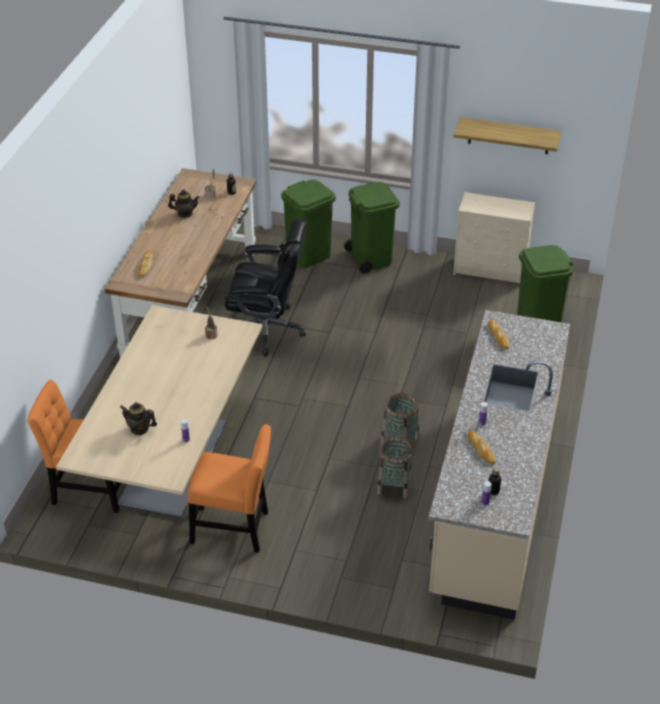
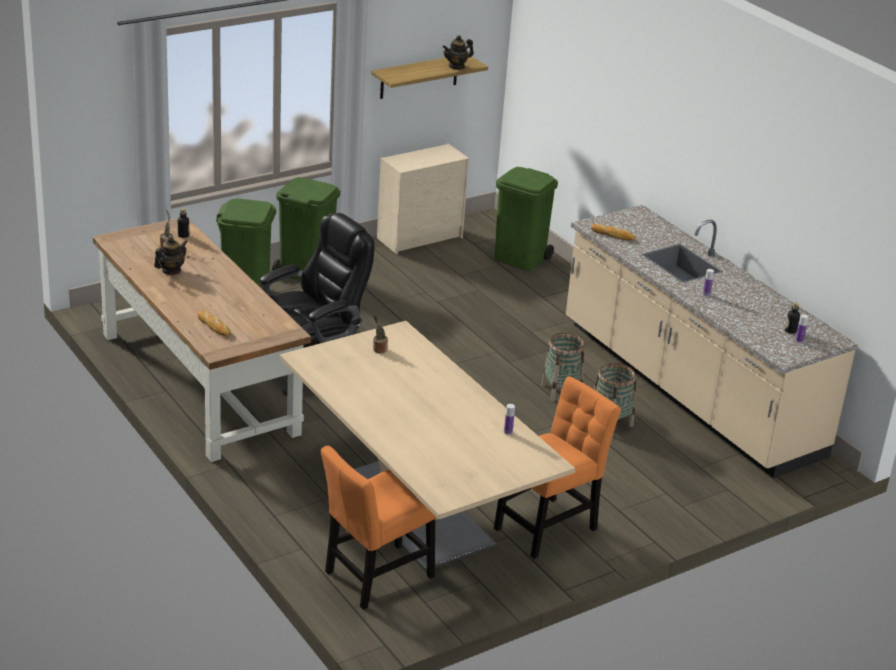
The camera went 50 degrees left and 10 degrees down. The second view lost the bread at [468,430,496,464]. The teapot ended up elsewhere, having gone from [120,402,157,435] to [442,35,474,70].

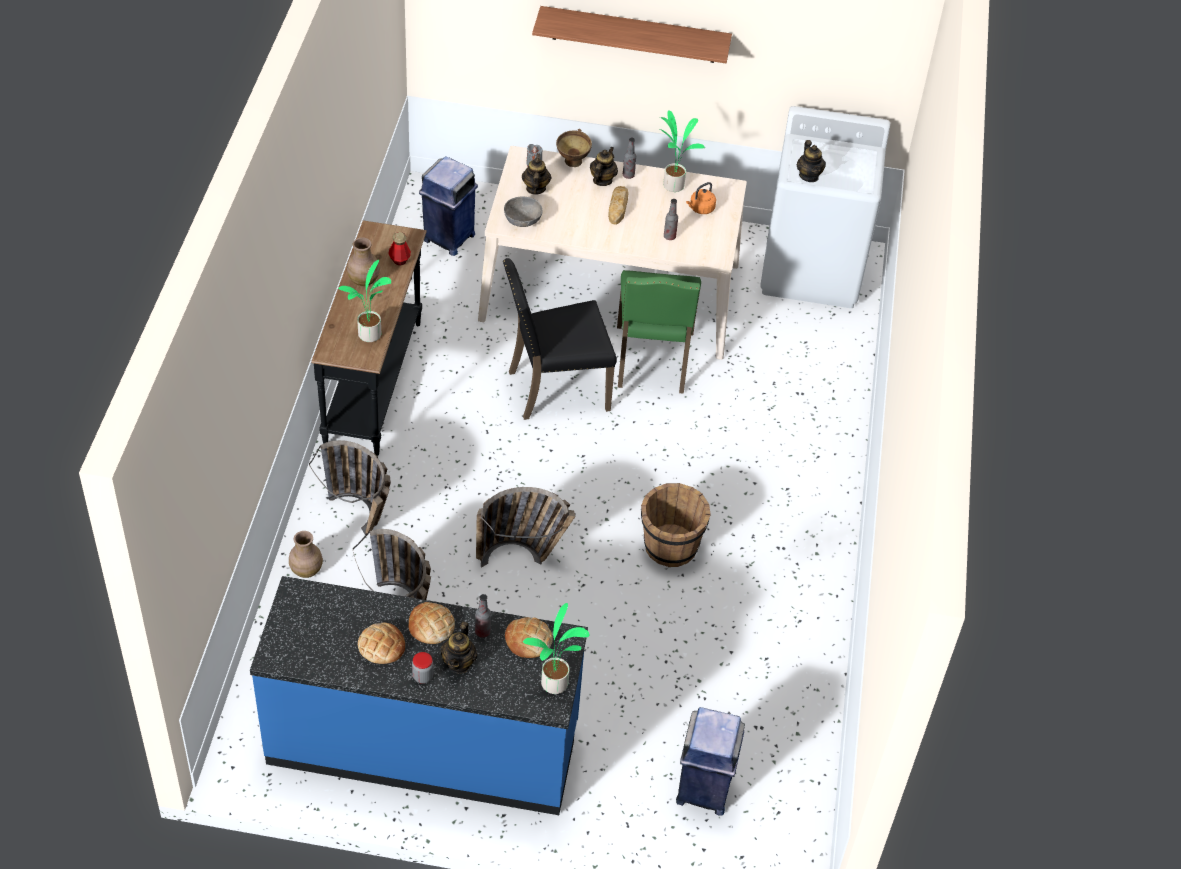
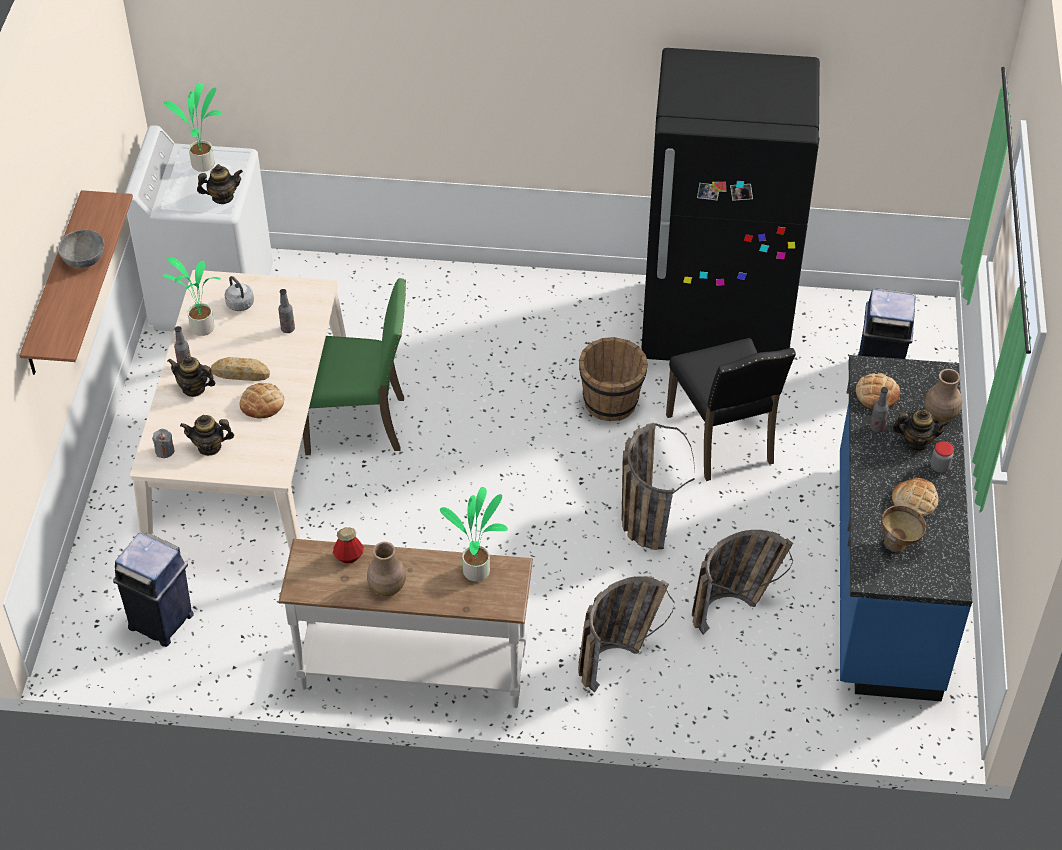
The camera went 90 degrees left and 0 degrees up. The second view gained the black fridge at [641,48,820,361]. The brown vase ended up elsewhere, having gone from [289,531,323,578] to [925,369,962,422]. The bread ended up elsewhere, having gone from [408,602,455,644] to [240,383,284,418]. The black chair ended up elsewhere, having gone from [503,258,617,420] to [666,338,796,481]. The grey bowl ended up elsewhere, having gone from [504,197,543,227] to [58,229,104,268]. The potted plant ended up elsewhere, having gone from [523,603,589,694] to [164,83,222,172]. The brown bowl ended up elsewhere, having gone from [556,129,592,167] to [881,505,929,552]. What was the black console table at [312,220,427,456] turned into the white console table at [278,539,533,708]. What was the orange kettle at [686,182,716,214] turned into the grey kettle at [225,276,254,311].

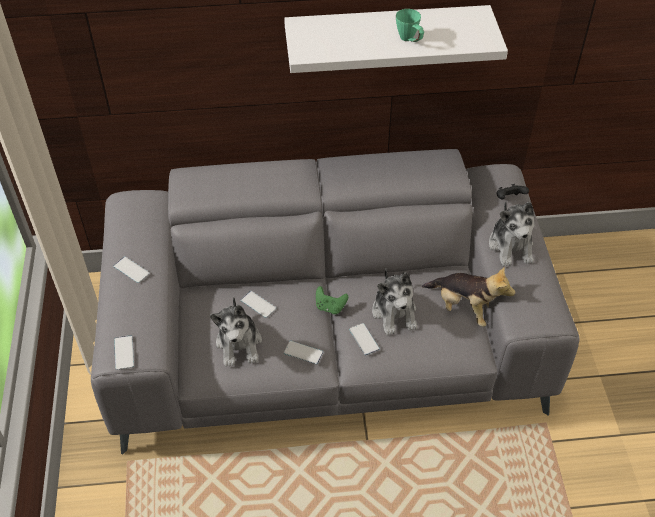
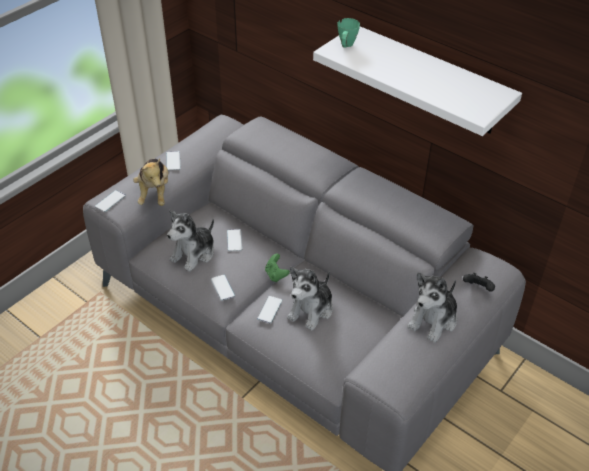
The camera went 45 degrees right and 5 degrees down. The green mug ended up elsewhere, having gone from [396,9,424,42] to [337,18,360,48]. The plush toy ended up elsewhere, having gone from [422,267,515,327] to [133,159,168,206].

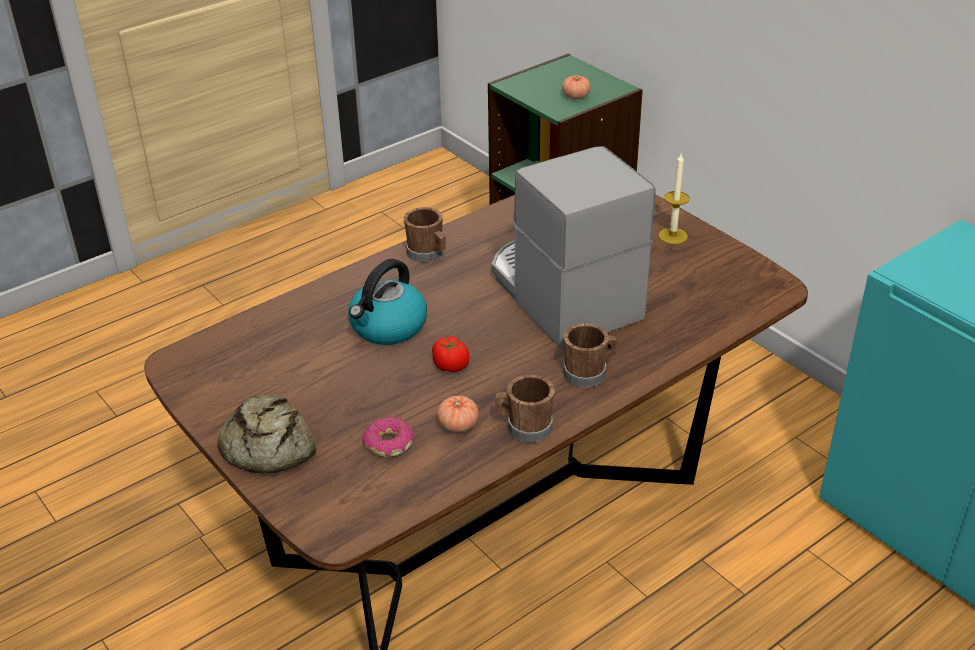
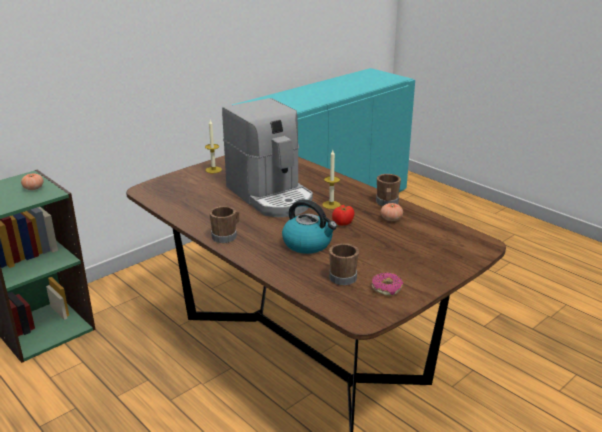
The camera went 95 degrees left and 10 degrees down. The second view lost the bread at [217,395,316,474]. The second view gained the candle at [322,150,341,209]. The donut ended up elsewhere, having gone from [362,417,414,457] to [372,272,403,296]. The brown mug ended up elsewhere, having gone from [563,323,618,388] to [329,243,359,285]. The coffee machine at [492,146,656,349] ended up facing another way, 90 degrees counterclockwise from before.

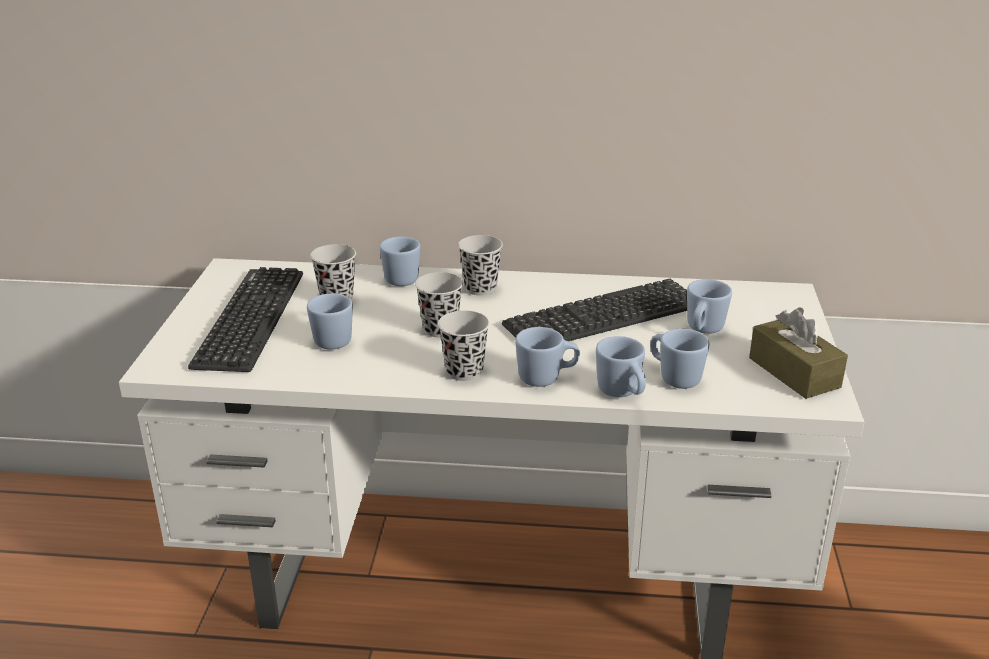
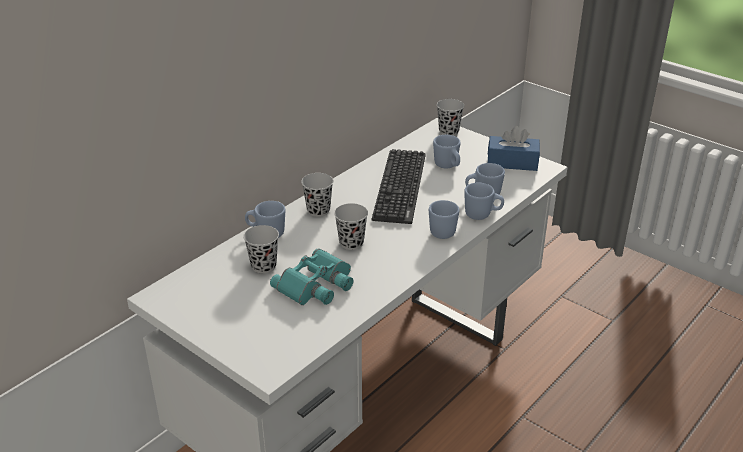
The camera went 55 degrees left and 5 degrees up. The second view lost the keyboard at [188,267,303,372]. The black cup ended up elsewhere, having gone from [438,310,490,381] to [437,99,464,136]. Where the blue mug stood at [307,293,353,350], the turquoise binoculars came to stand at [270,248,353,305]. What was the brown tissue box at [749,307,848,399] turned into the blue tissue box at [487,126,540,171].

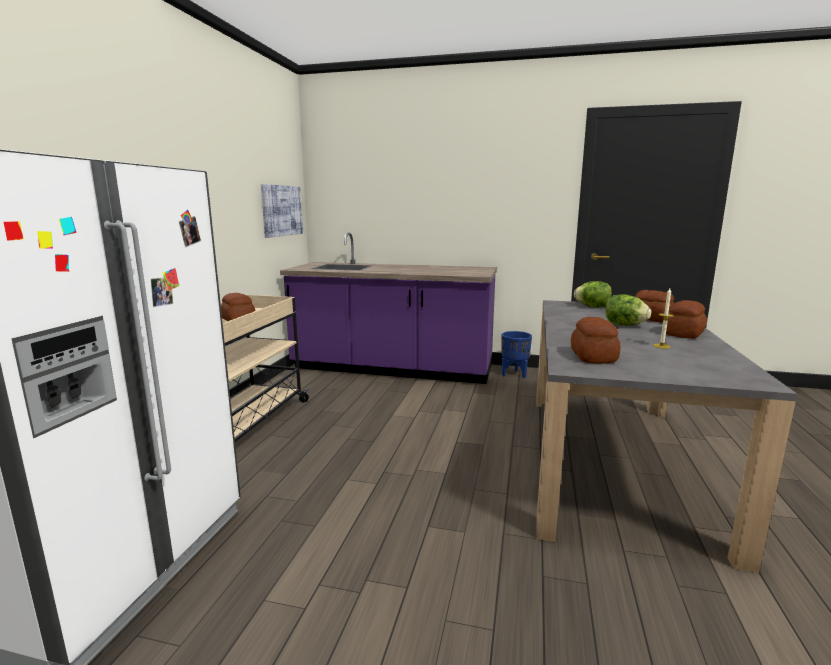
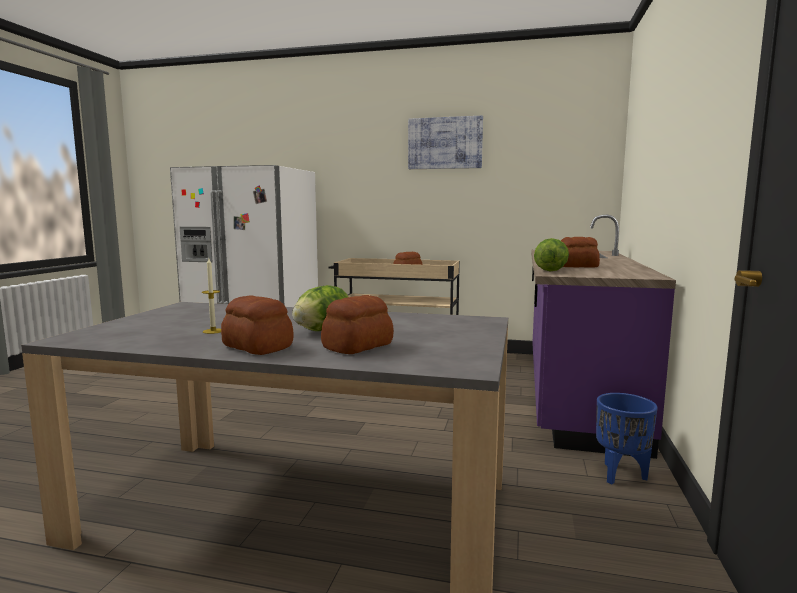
The camera went 90 degrees right and 5 degrees down. The picture ended up elsewhere, having gone from [261,184,303,238] to [408,116,483,169]. The bread ended up elsewhere, having gone from [571,317,621,364] to [561,237,600,268]. The lettuce ended up elsewhere, having gone from [574,281,612,308] to [534,238,569,272].

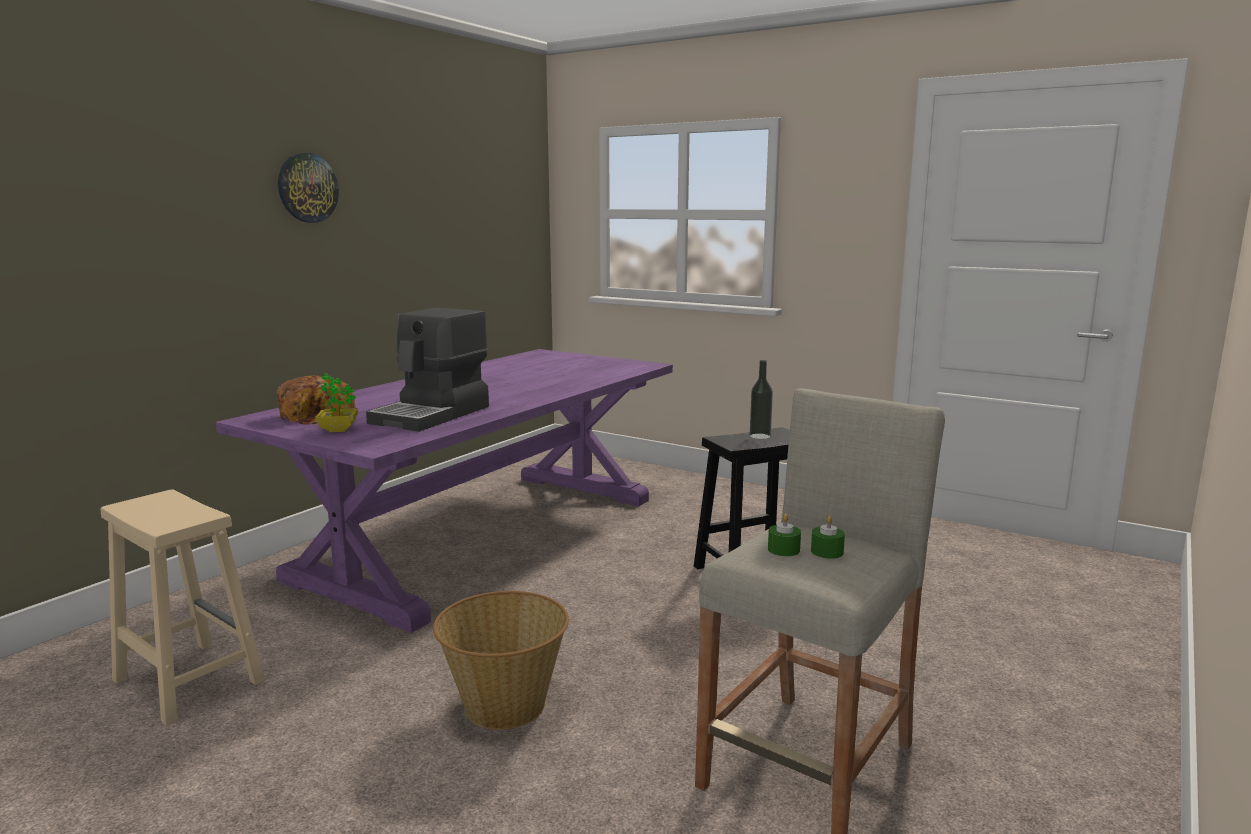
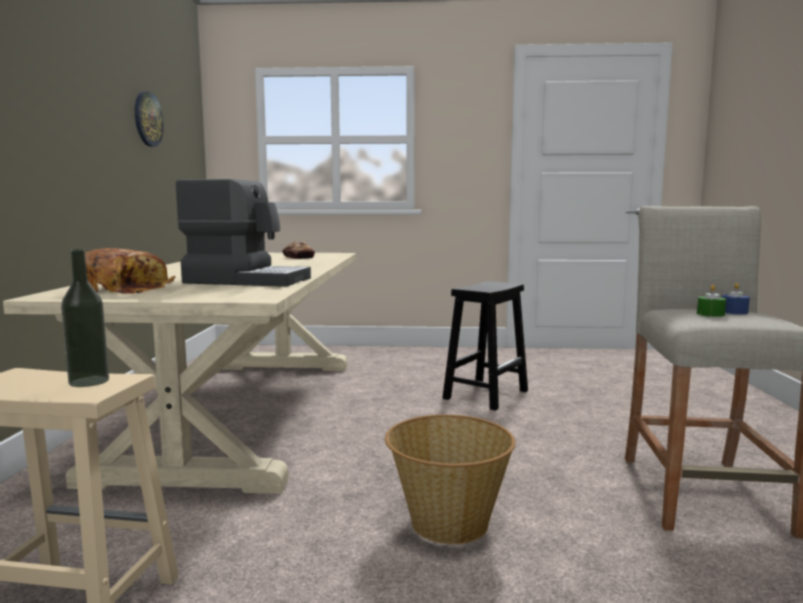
The camera went 30 degrees left and 5 degrees down. The second view lost the potted plant at [315,373,358,432]. The second view gained the bread at [282,241,315,259]. The wall clock ended up elsewhere, having gone from [278,153,339,223] to [135,91,164,147]. The bottle ended up elsewhere, having gone from [750,360,773,439] to [61,249,109,387]. What was the purple dining table at [216,349,673,633] turned into the beige dining table at [3,253,356,494]. What was the green candle at [811,516,845,559] turned into the blue candle at [722,283,750,314]. The coffee machine at [366,308,489,432] ended up facing another way, 75 degrees counterclockwise from before.

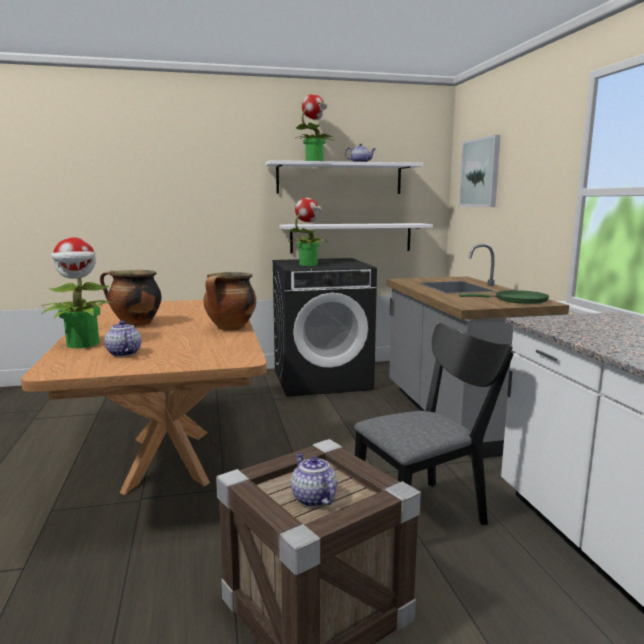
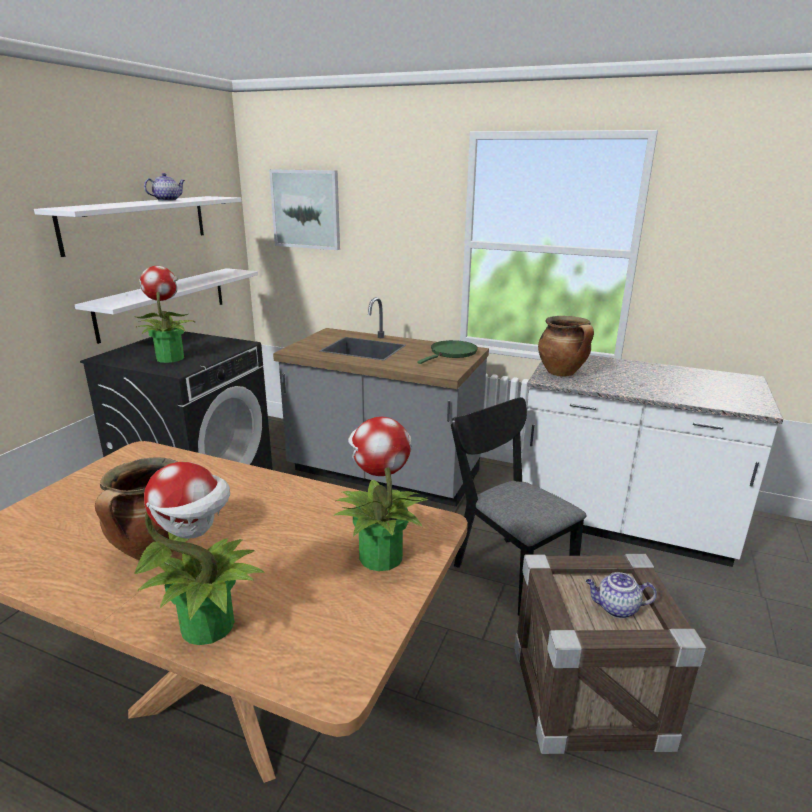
The camera went 55 degrees left and 10 degrees up. The second view lost the teapot at [105,321,142,357]. The cooking pot ended up elsewhere, having gone from [203,272,256,331] to [538,316,594,377]. The potted plant ended up elsewhere, having gone from [296,94,334,161] to [334,417,428,571]. The black chair at [354,323,513,525] ended up facing another way, 45 degrees counterclockwise from before.

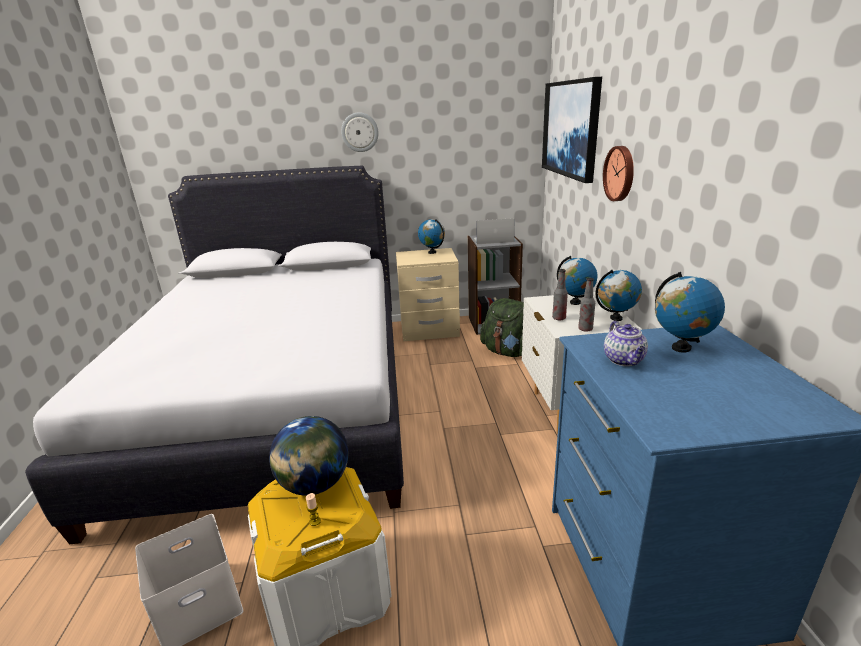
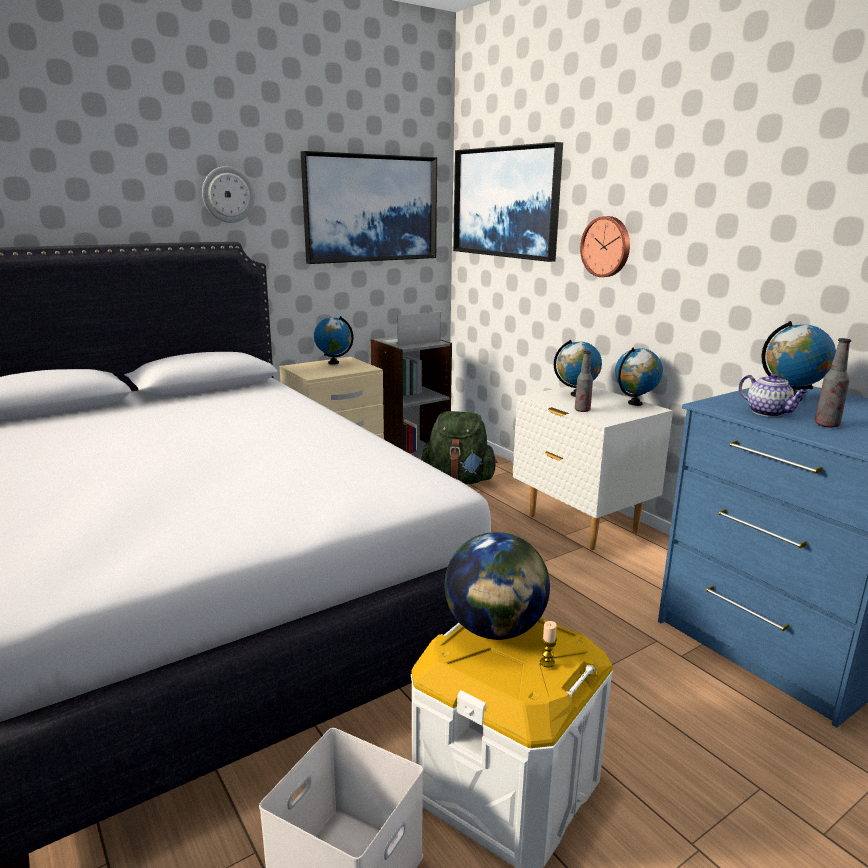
The camera went 30 degrees left and 5 degrees down. The second view gained the picture at [301,151,437,264]. The bottle ended up elsewhere, having gone from [578,278,595,332] to [815,338,851,428].

